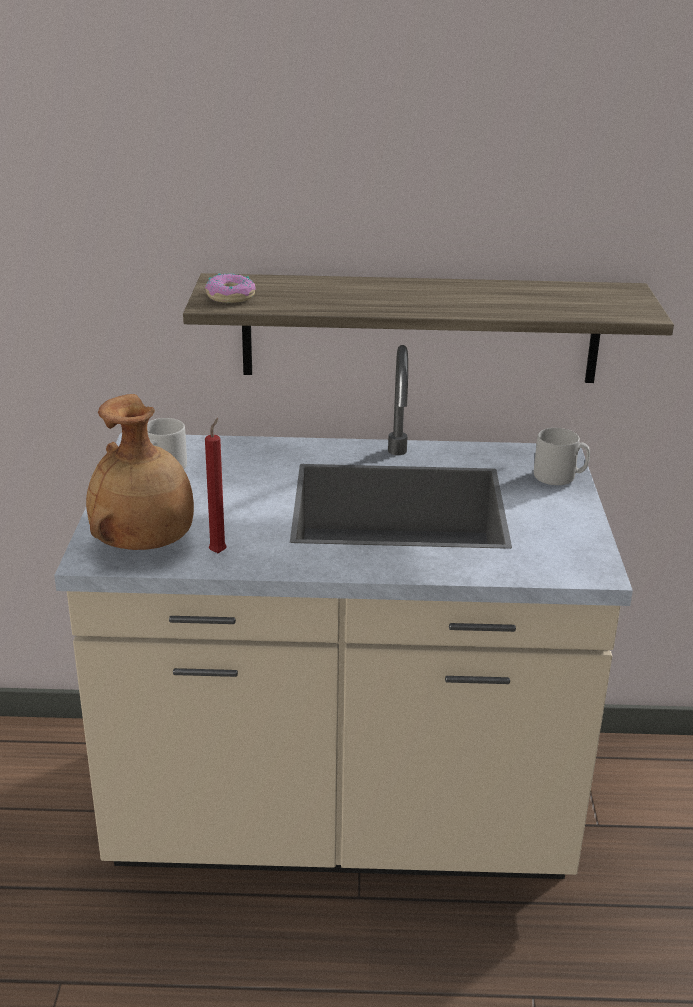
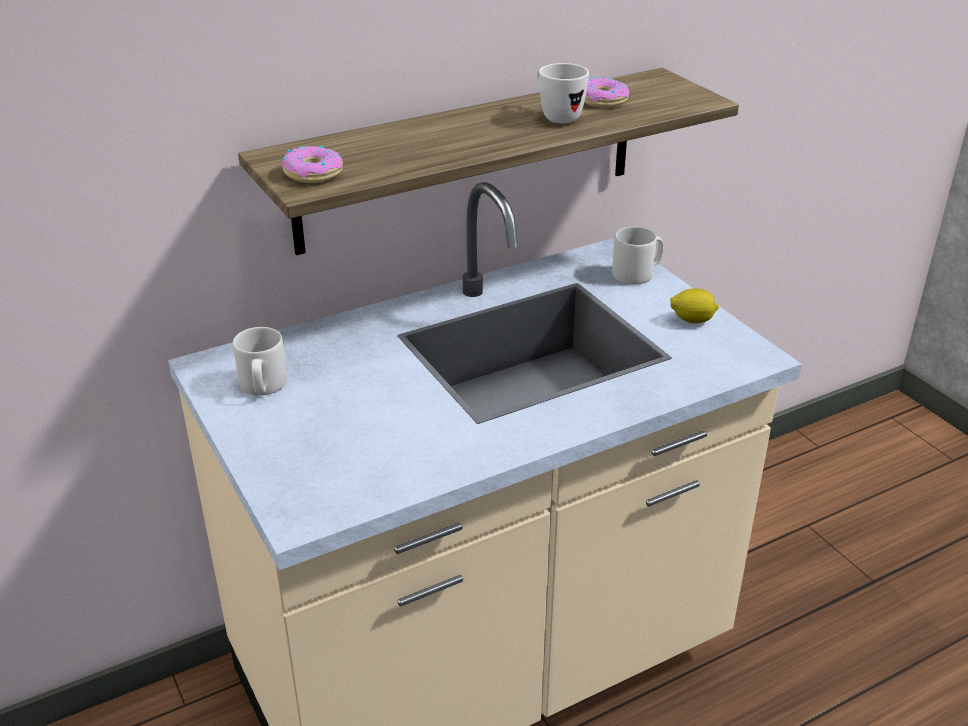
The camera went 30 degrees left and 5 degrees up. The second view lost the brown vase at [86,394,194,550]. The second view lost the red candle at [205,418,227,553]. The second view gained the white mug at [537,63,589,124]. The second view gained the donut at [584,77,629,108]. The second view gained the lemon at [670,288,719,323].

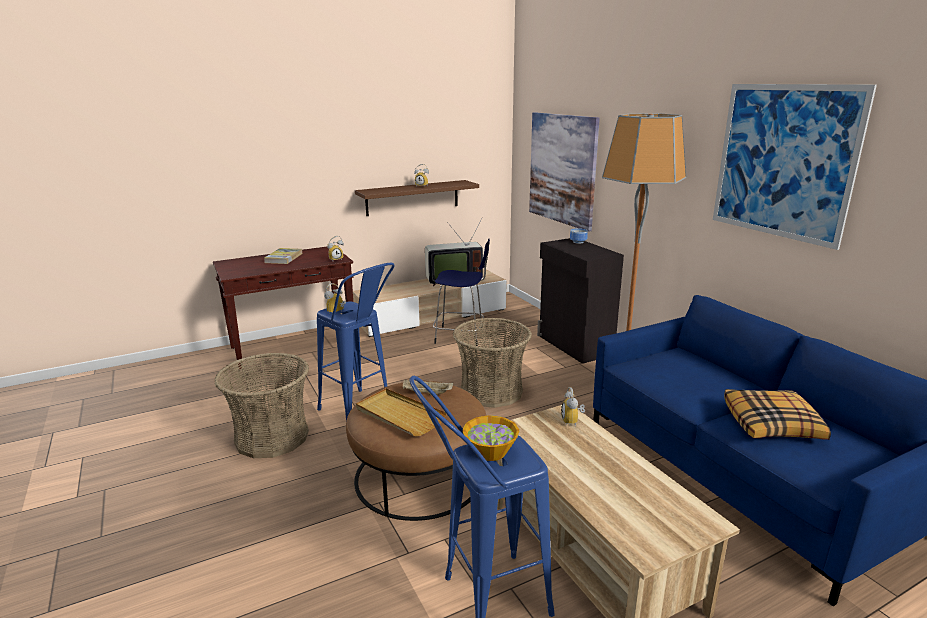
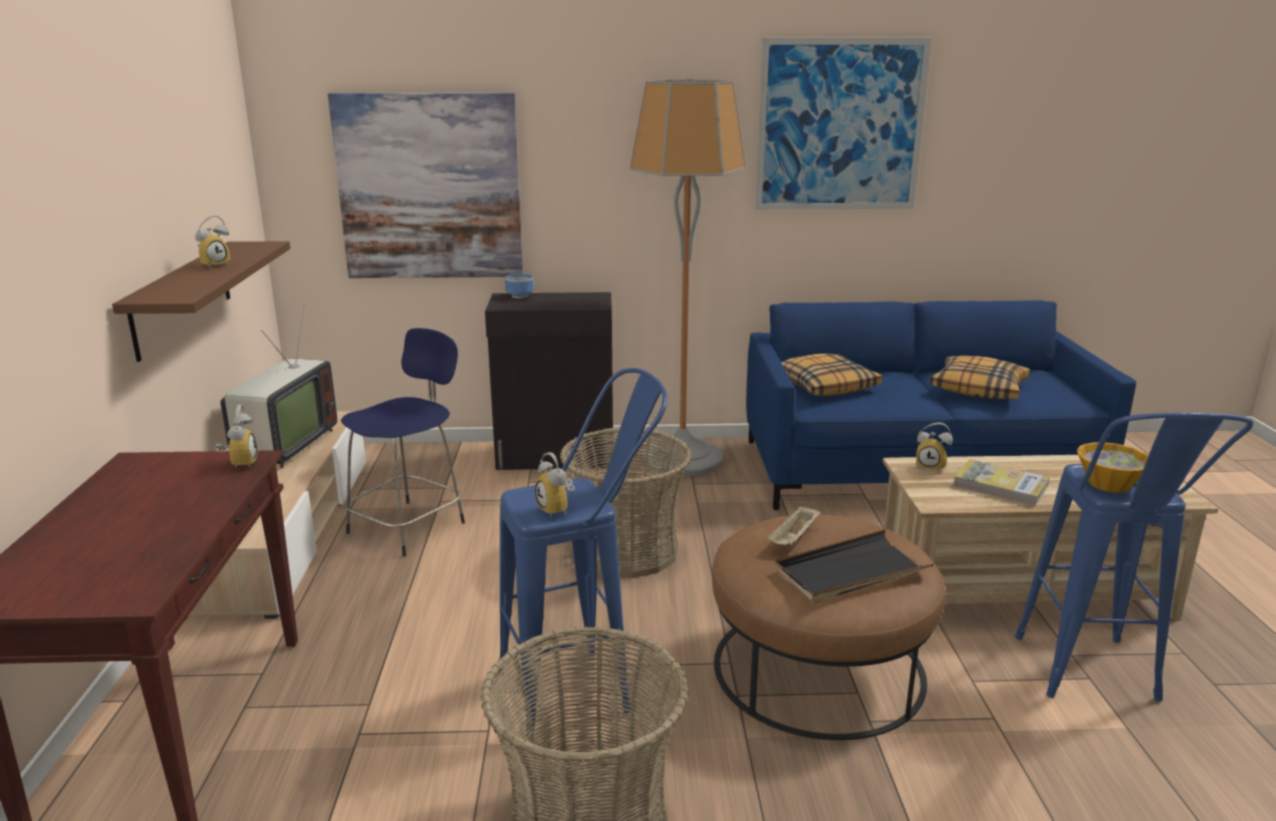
The camera went 65 degrees left and 0 degrees up. The second view gained the pillow at [781,353,882,396]. The book ended up elsewhere, having gone from [264,248,302,264] to [953,459,1049,507]. What was the beige tray at [356,388,447,436] turned into the black tray at [774,529,934,603].

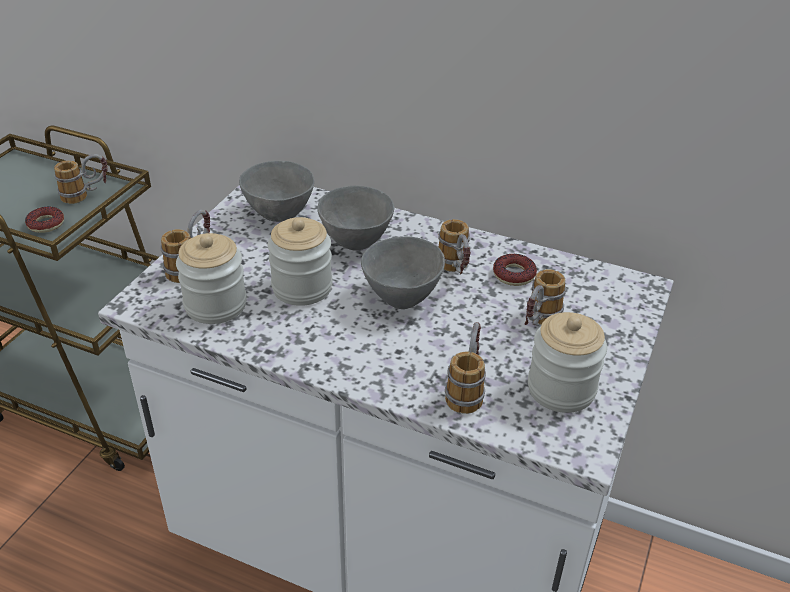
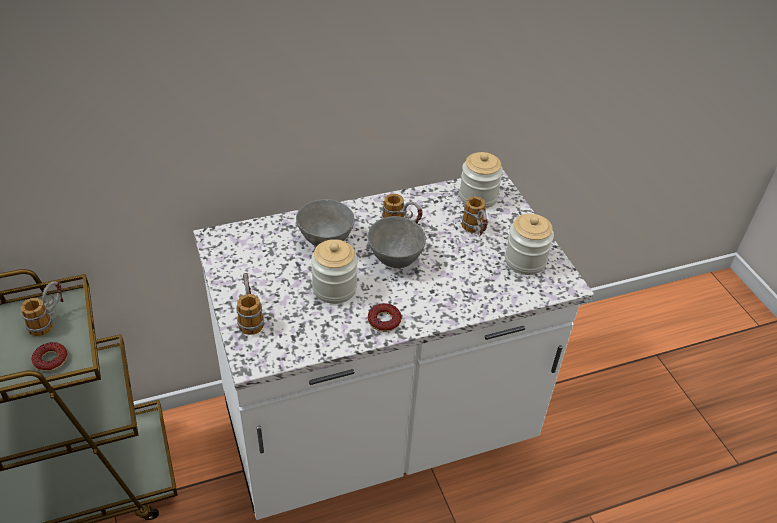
The camera went 45 degrees left and 5 degrees up. The second view lost the grey bowl at [239,161,315,222]. The second view lost the mug at [445,322,486,414]. The jar ended up elsewhere, having gone from [176,233,247,324] to [459,152,503,208]. The donut ended up elsewhere, having gone from [493,254,537,286] to [368,303,402,332].

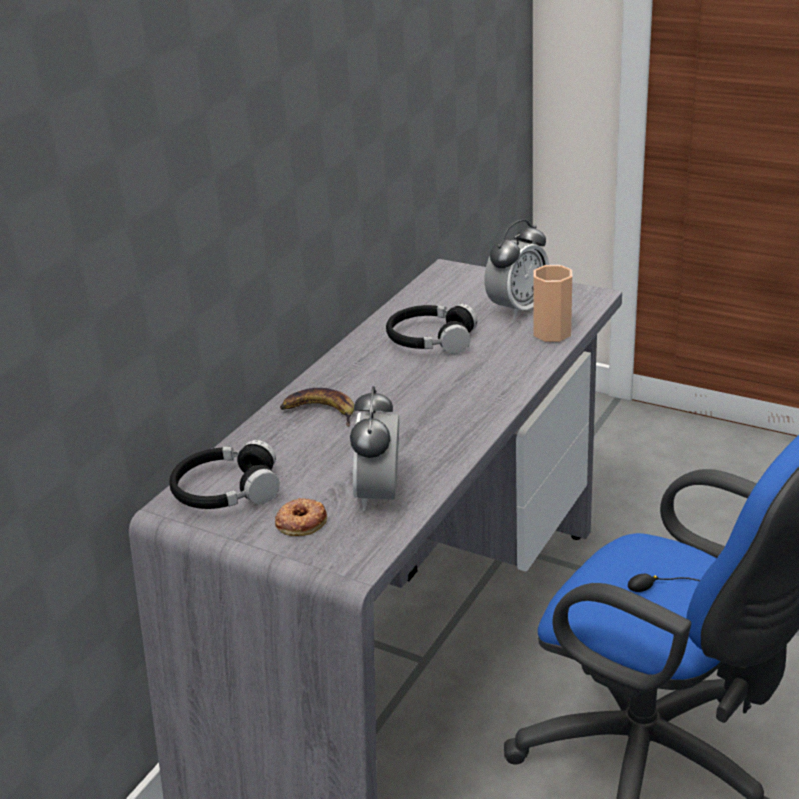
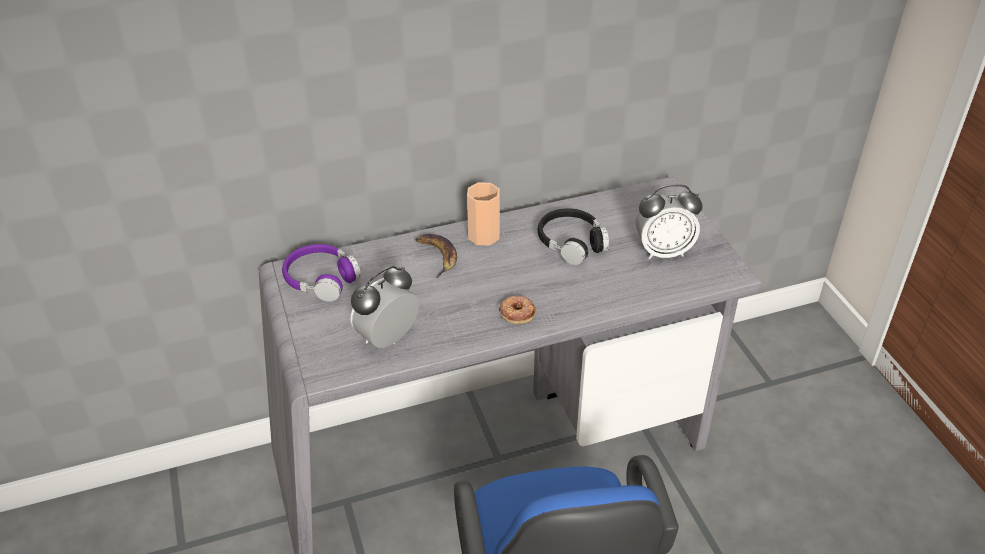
The camera went 40 degrees right and 10 degrees up. The donut ended up elsewhere, having gone from [275,498,327,536] to [499,295,536,324]. The cup ended up elsewhere, having gone from [533,265,573,342] to [467,182,500,245]. What was the black headphones at [169,440,280,509] turned into the purple headphones at [282,244,361,302].

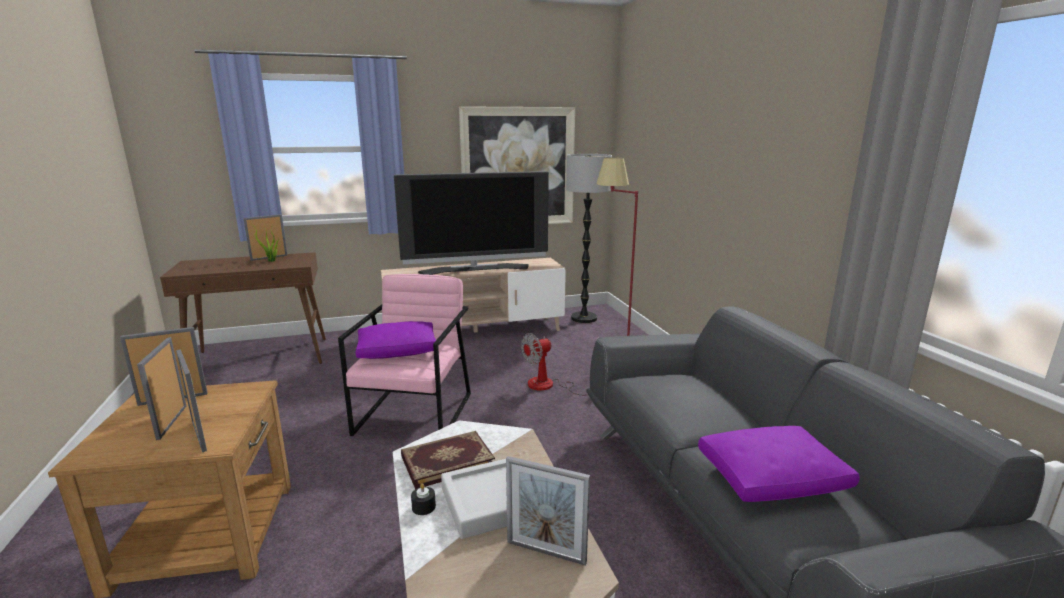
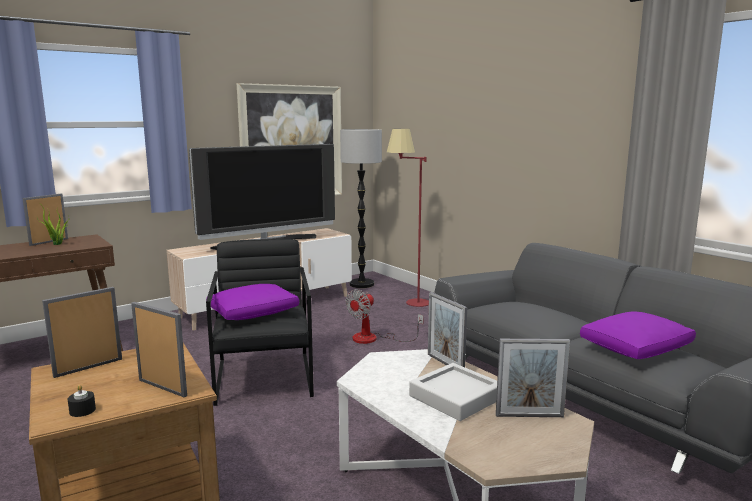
The camera went 20 degrees left and 5 degrees down. The second view lost the book at [401,431,495,489]. The picture frame ended up elsewhere, having gone from [137,337,186,440] to [428,292,467,367]. The black candle ended up elsewhere, having gone from [411,483,436,515] to [68,385,96,417]. What was the pink armchair at [338,274,471,436] turned into the black armchair at [206,239,314,406].

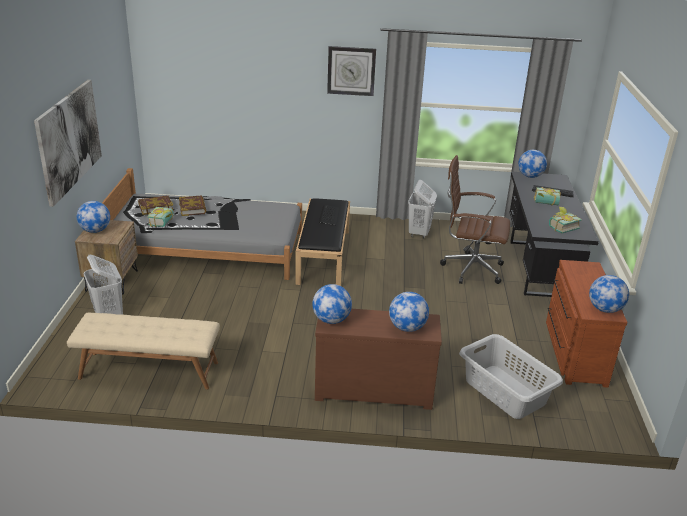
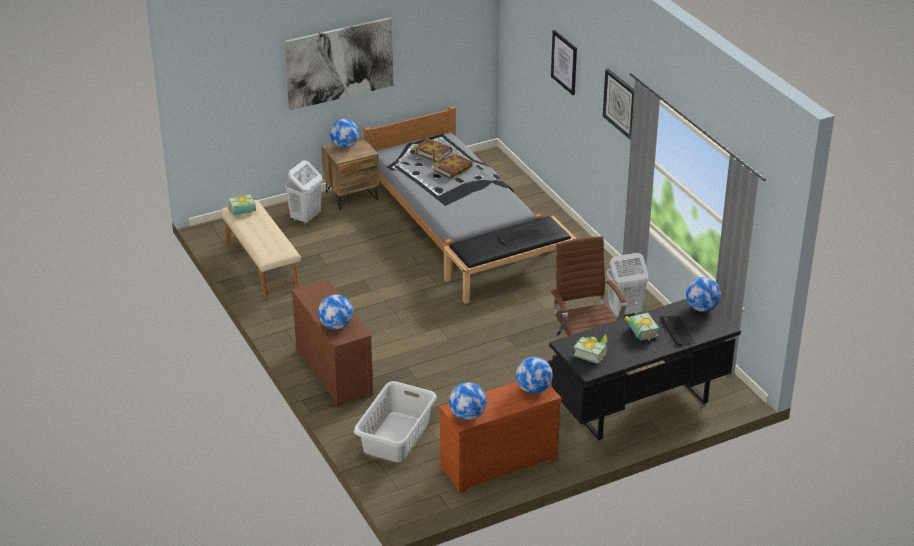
The camera went 60 degrees right and 5 degrees up. The second view gained the picture at [551,30,577,95]. The book ended up elsewhere, having gone from [147,207,174,227] to [228,194,256,215]. The globe ended up elsewhere, having gone from [312,284,352,324] to [516,357,553,394].

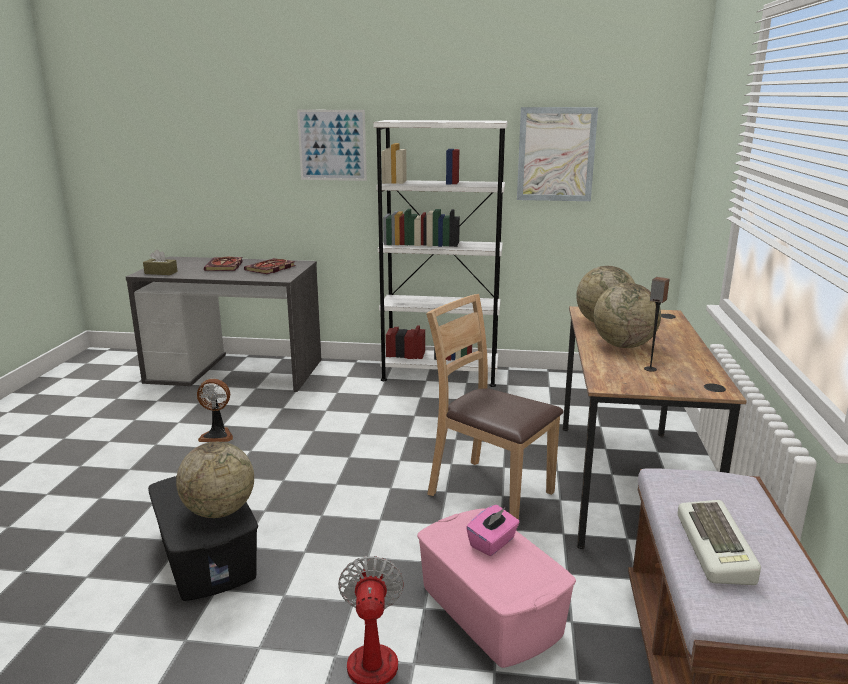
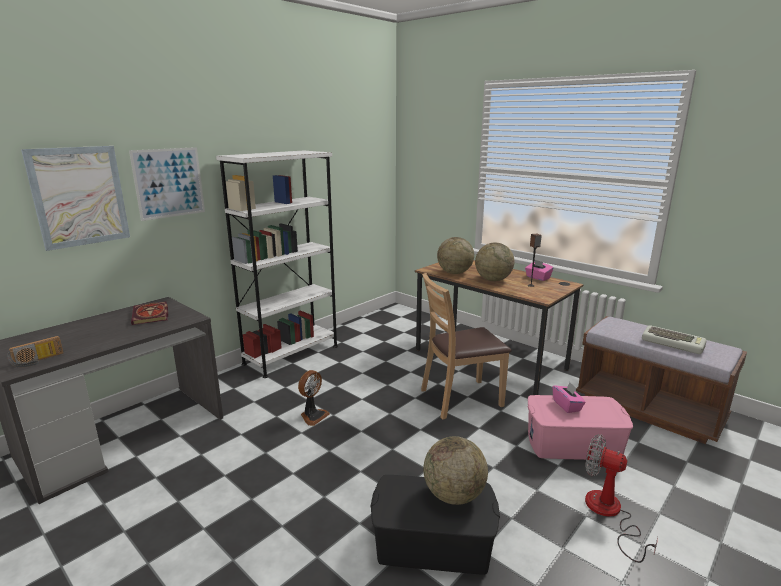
The camera went 55 degrees left and 0 degrees up. The second view lost the book at [204,257,242,271]. The second view gained the pink tissue box at [525,260,554,281]. The fan ended up elsewhere, having gone from [197,379,233,442] to [298,370,330,426]. The picture ended up elsewhere, having gone from [517,107,598,201] to [21,146,130,251]. Where the brown tissue box stood at [143,249,178,275], the radio came to stand at [7,336,64,367].

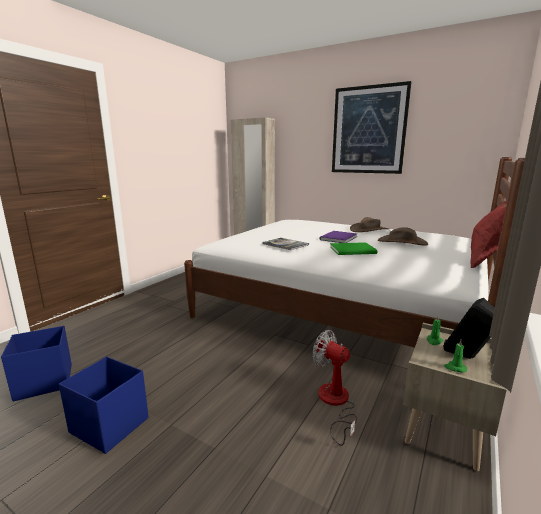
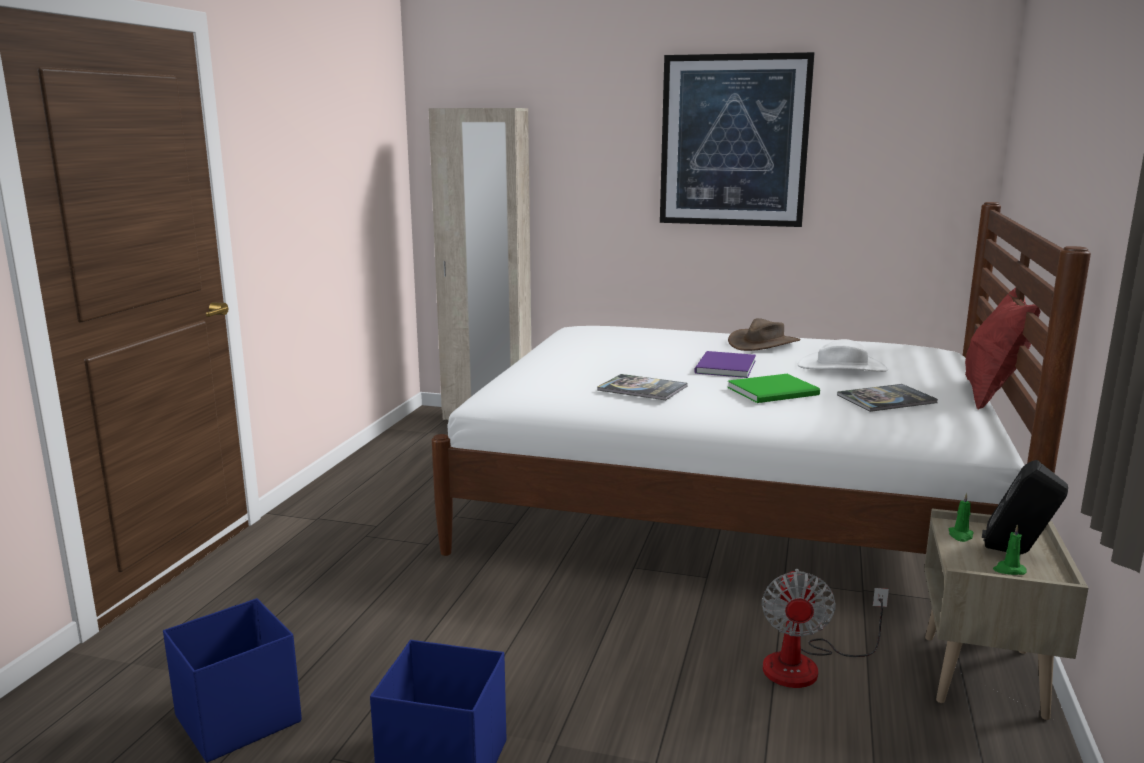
The camera went 15 degrees left and 0 degrees up. The second view gained the book at [837,384,938,412]. What was the brown hat at [378,227,428,246] turned into the white hat at [798,339,888,372]. The fan at [313,330,357,446] ended up facing another way, 105 degrees counterclockwise from before.

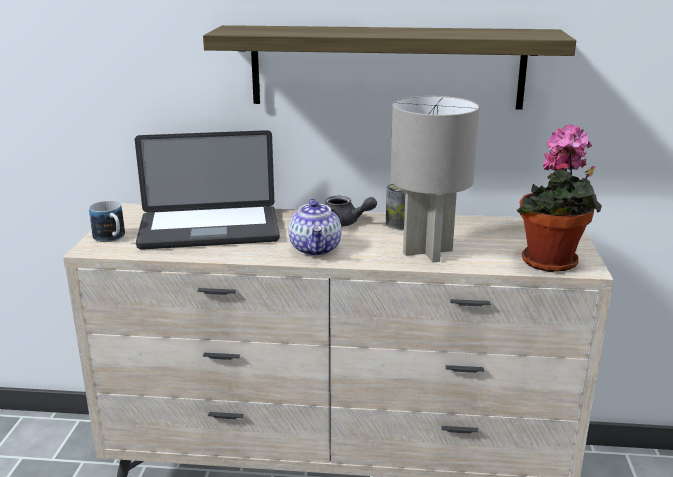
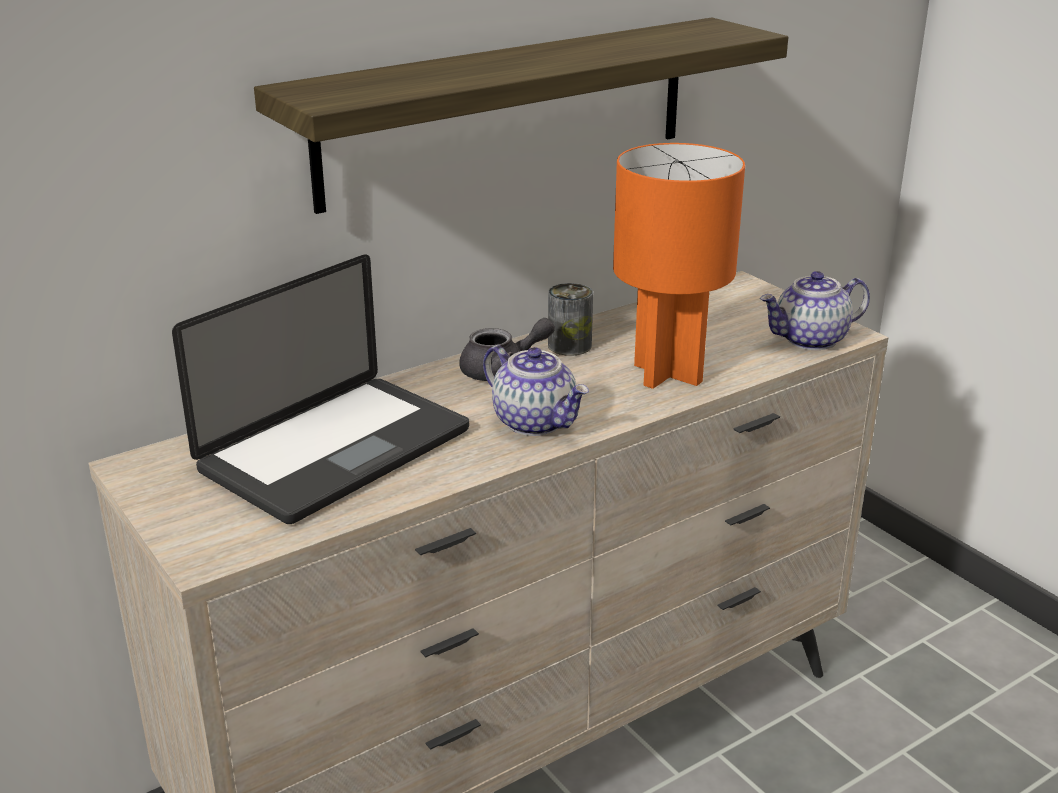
The camera went 40 degrees left and 5 degrees up. The second view lost the mug at [89,201,125,242]. Where the potted plant stood at [517,124,602,272], the teapot came to stand at [760,271,870,350]. What was the grey table lamp at [390,96,479,262] turned into the orange table lamp at [613,143,745,389].

